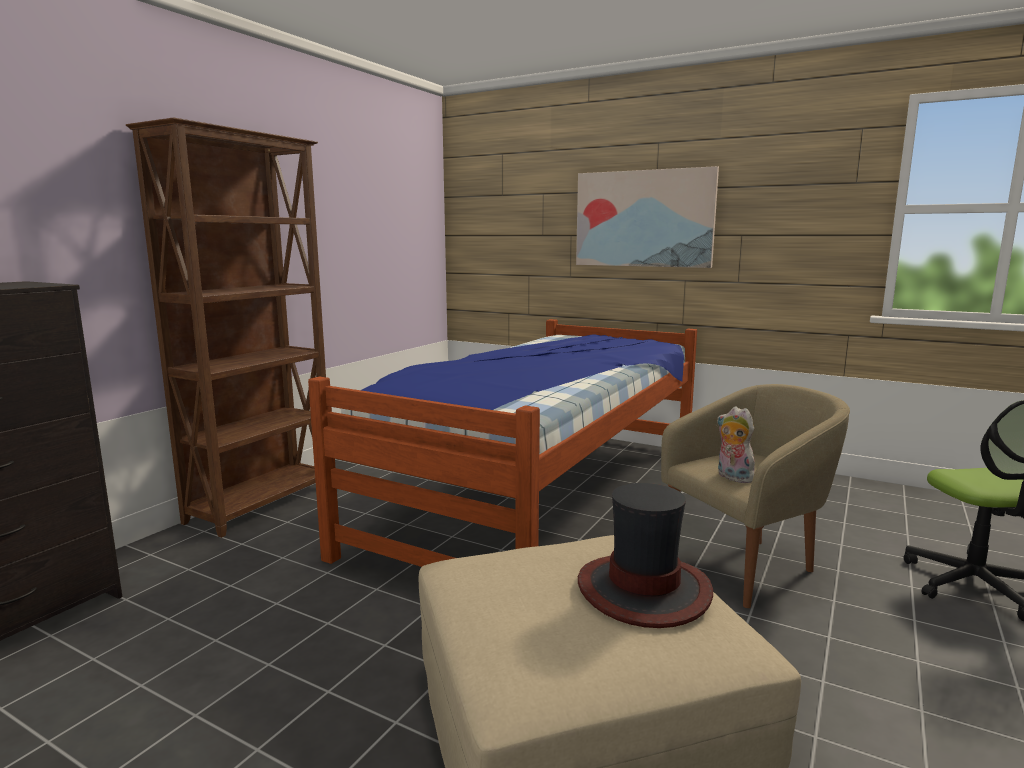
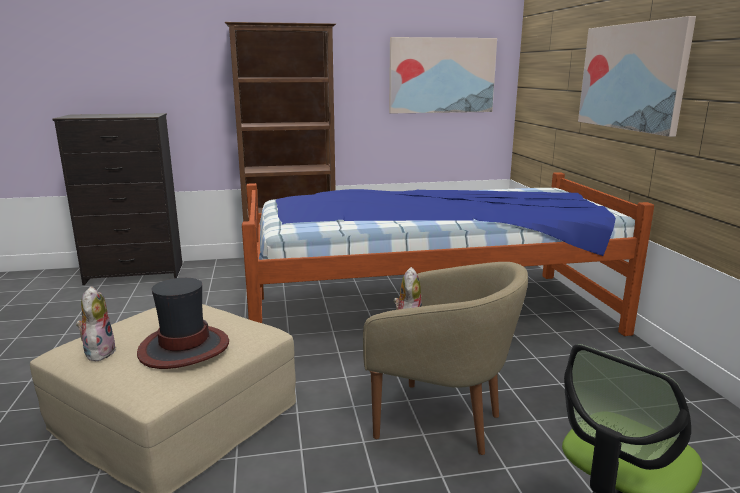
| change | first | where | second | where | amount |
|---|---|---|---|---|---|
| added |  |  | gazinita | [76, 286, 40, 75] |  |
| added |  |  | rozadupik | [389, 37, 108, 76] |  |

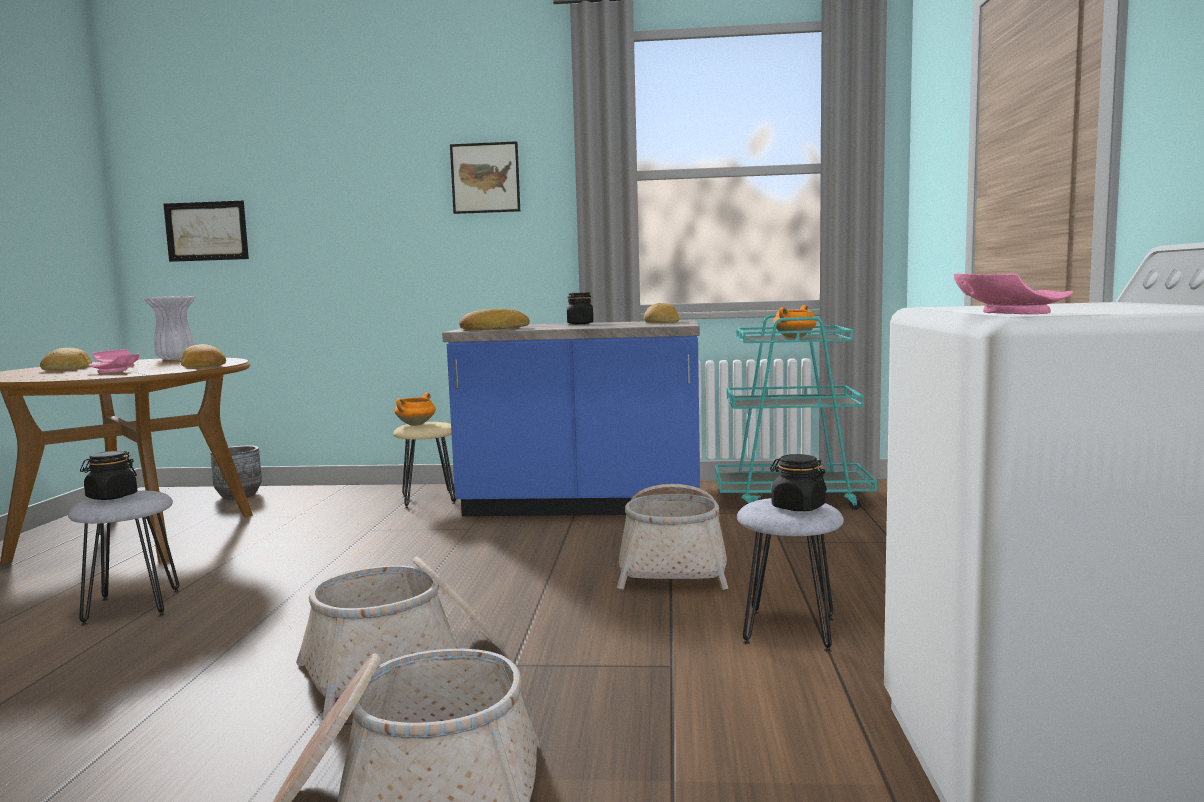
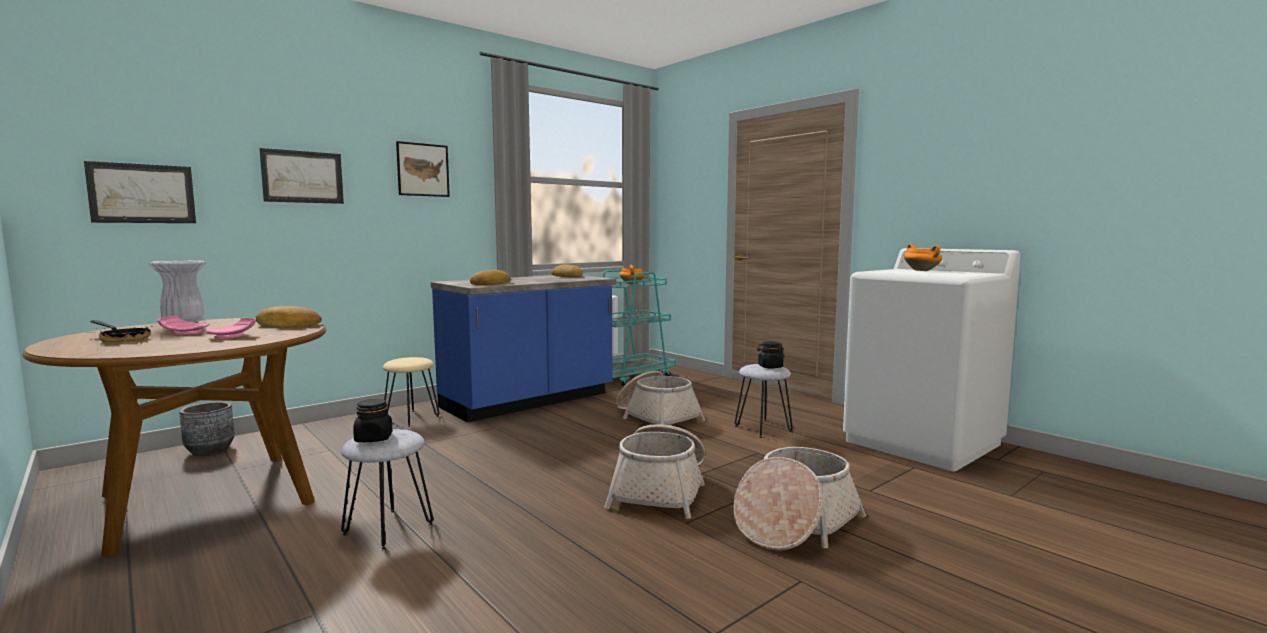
| change | first | where | second | where | amount |
|---|---|---|---|---|---|
| removed | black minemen | [567, 292, 26, 32] |  |  |  |
| removed | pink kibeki | [954, 274, 119, 40] |  |  |  |
| added |  |  | rozadupik | [259, 148, 85, 56] |  |
| moved | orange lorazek | [395, 393, 41, 33] |  | [904, 244, 38, 27] |  |
| replaced | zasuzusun | [40, 348, 52, 22] | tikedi | [90, 320, 62, 22] |  |

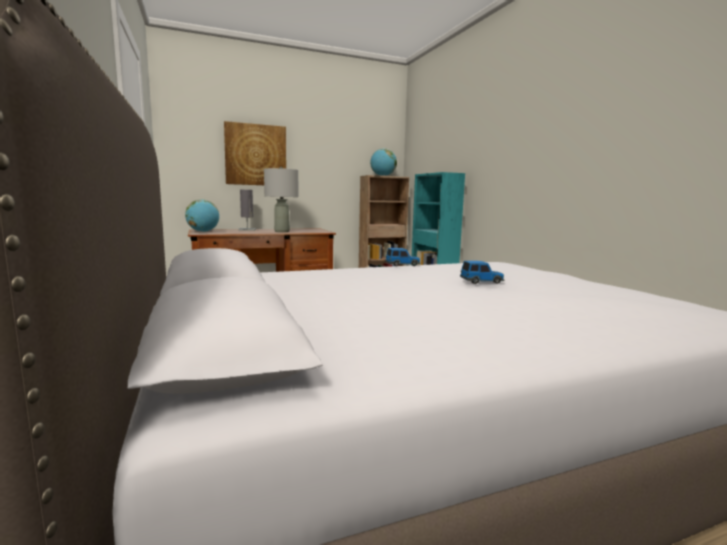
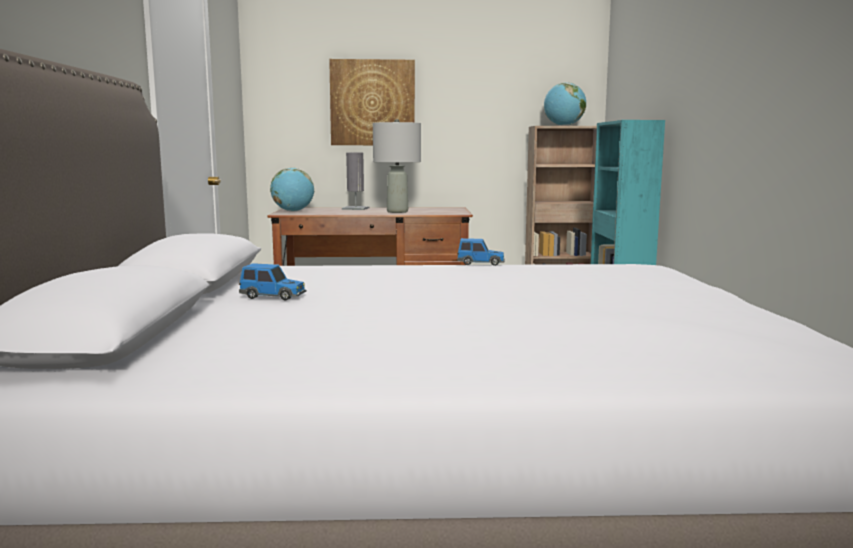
| change | first | where | second | where | amount |
|---|---|---|---|---|---|
| moved | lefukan | [460, 261, 45, 23] |  | [239, 263, 67, 38] |  |

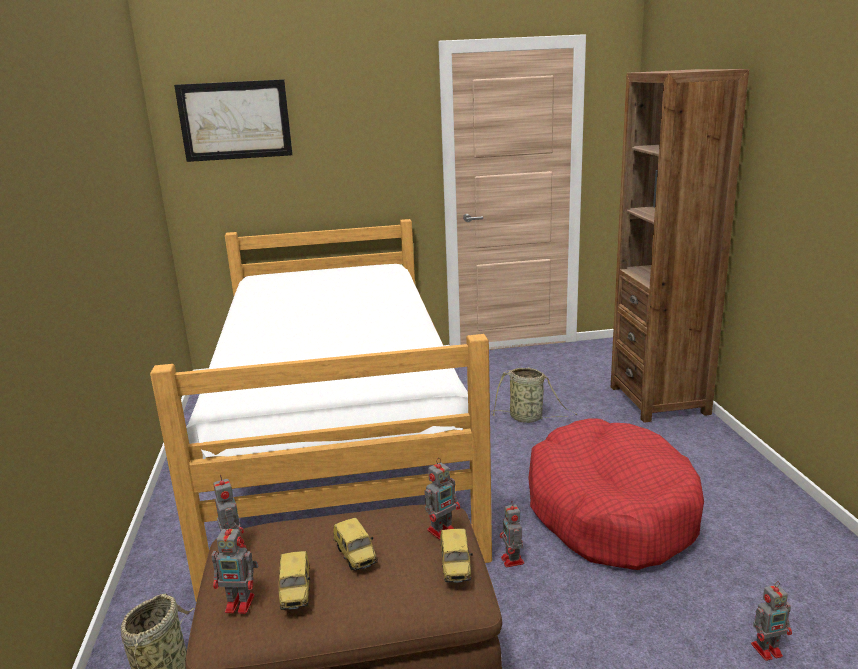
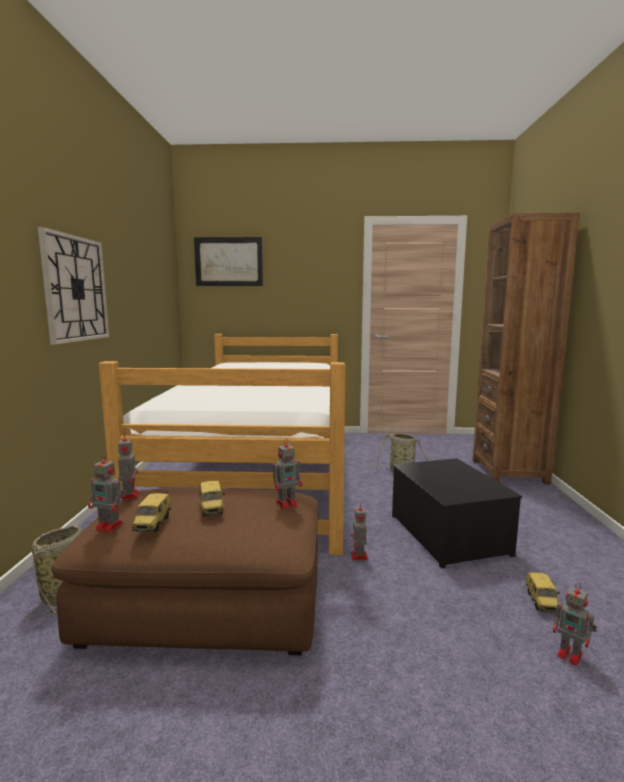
| change | first | where | second | where | amount |
|---|---|---|---|---|---|
| added |  |  | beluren | [38, 227, 71, 118] |  |
| moved | lefukan | [440, 529, 33, 54] |  | [525, 572, 35, 41] |  |
| replaced | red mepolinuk | [528, 419, 176, 151] | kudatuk | [392, 458, 130, 110] |  |
| turned | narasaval | [751, 581, 41, 80] |  | [553, 583, 44, 83] | 45 degrees clockwise |

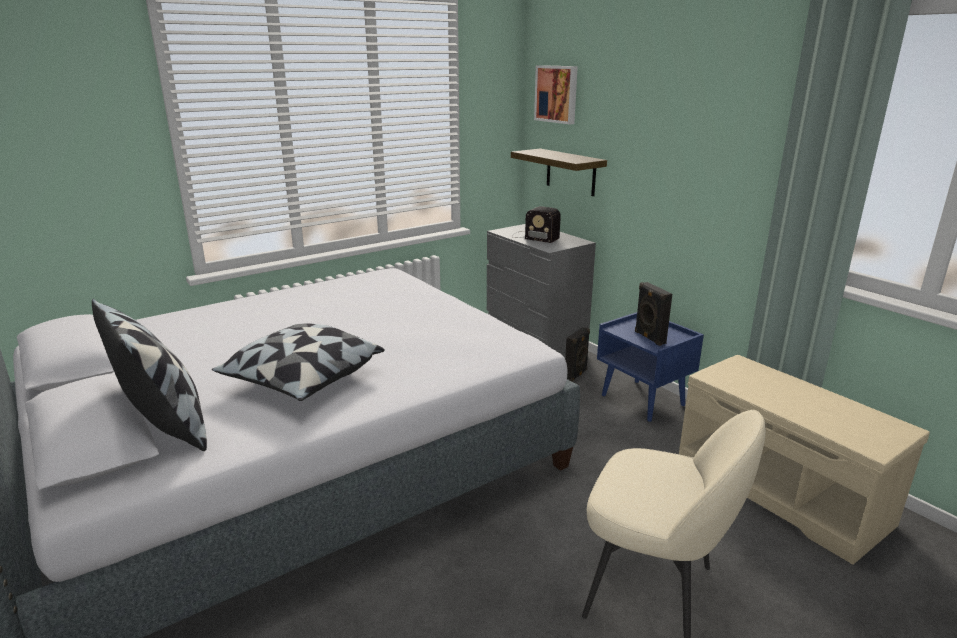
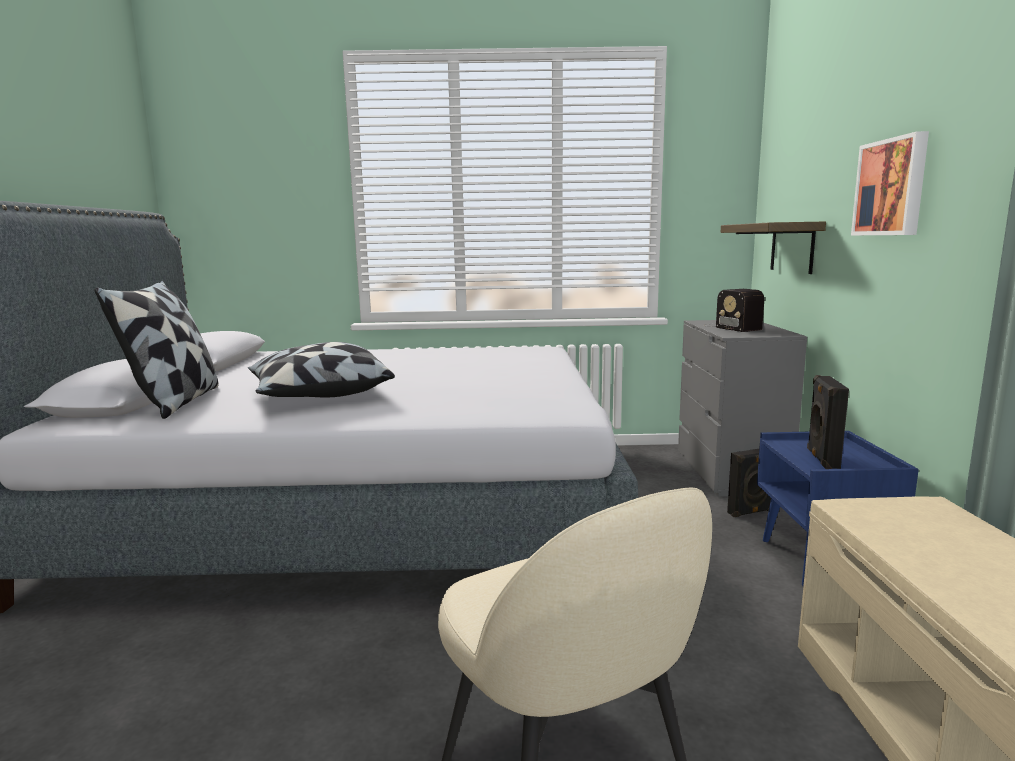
| change | first | where | second | where | amount |
|---|---|---|---|---|---|
| moved | rozadupik | [534, 65, 44, 59] |  | [851, 131, 78, 104] |  |

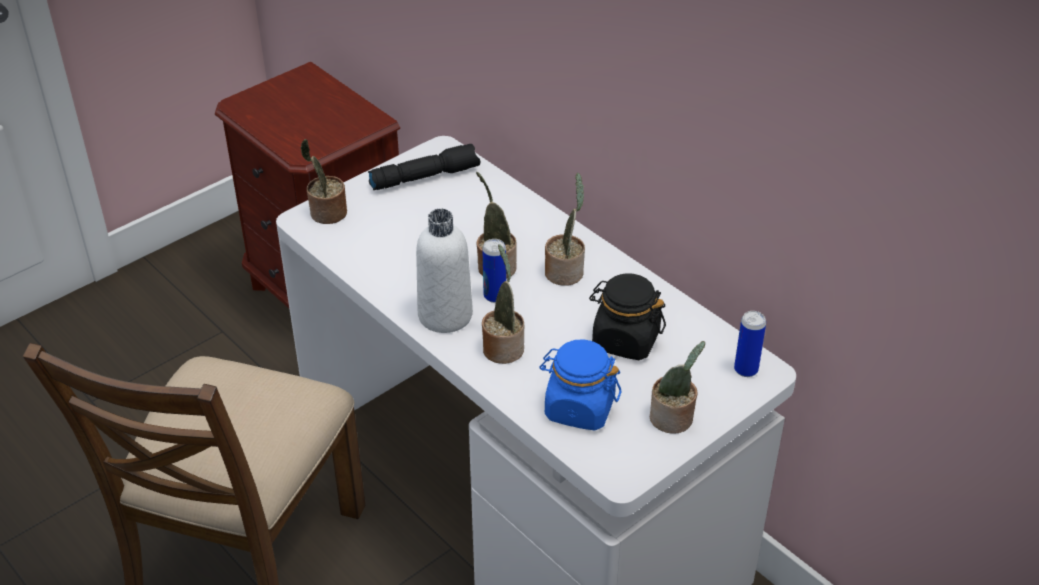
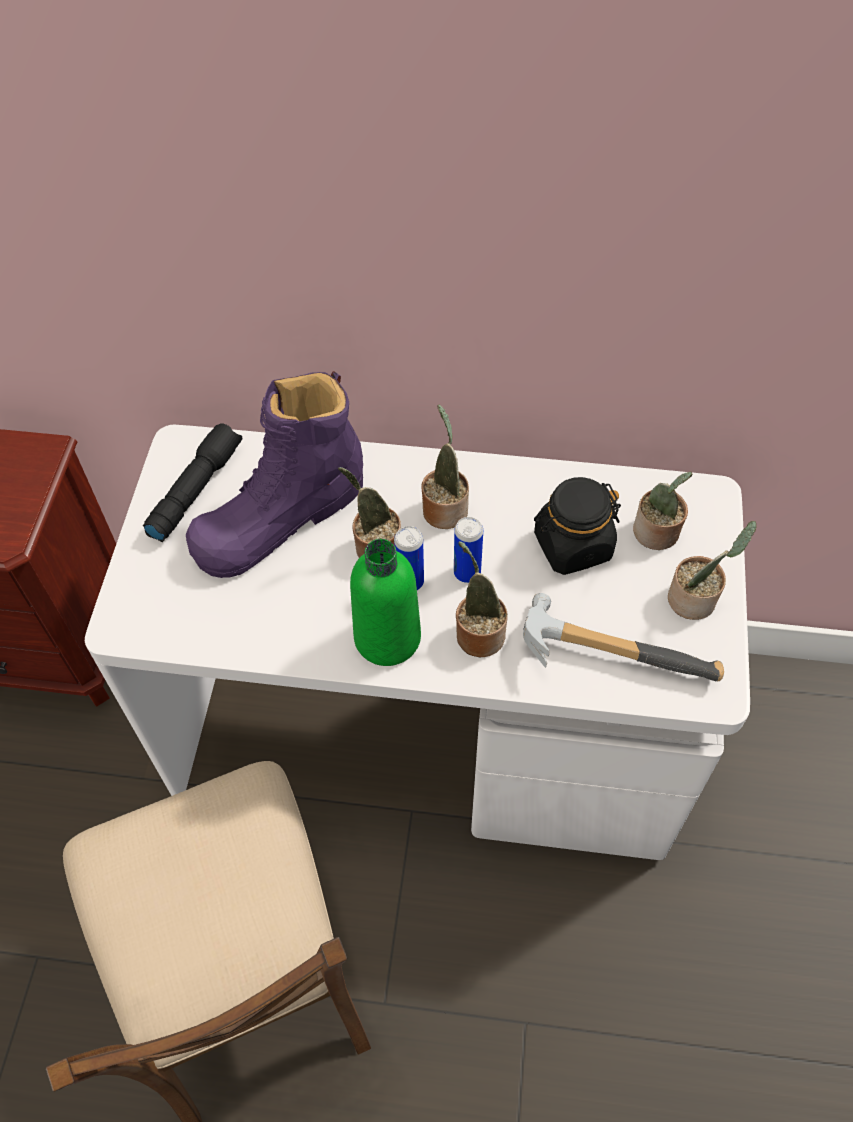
| change | first | where | second | where | amount |
|---|---|---|---|---|---|
| added |  |  | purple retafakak | [186, 371, 177, 207] |  |
| moved | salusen | [300, 139, 47, 85] |  | [633, 471, 59, 79] |  |
| moved | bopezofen | [734, 311, 32, 66] |  | [454, 517, 29, 66] |  |
| replaced | blue minemen | [539, 340, 82, 91] | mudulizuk | [523, 593, 201, 89] |  |
| recoloured | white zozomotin | [416, 209, 57, 124] | green zozomotin | [350, 539, 71, 127] |  |

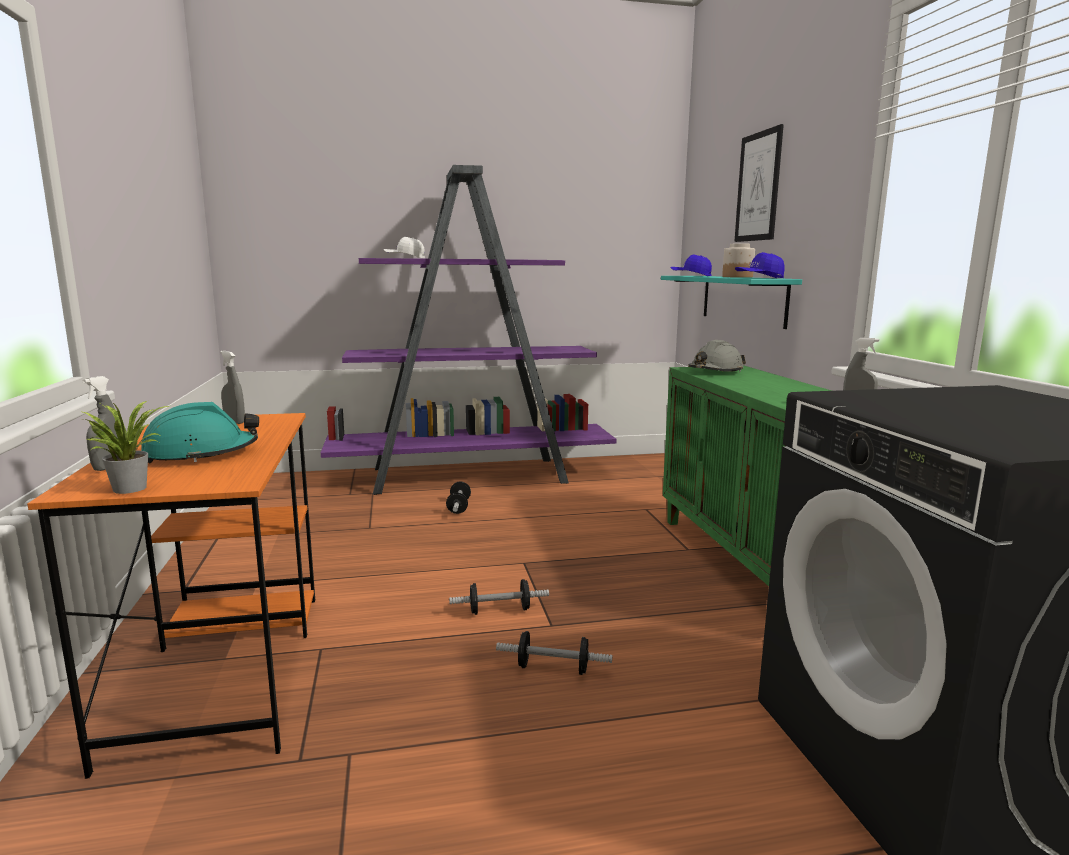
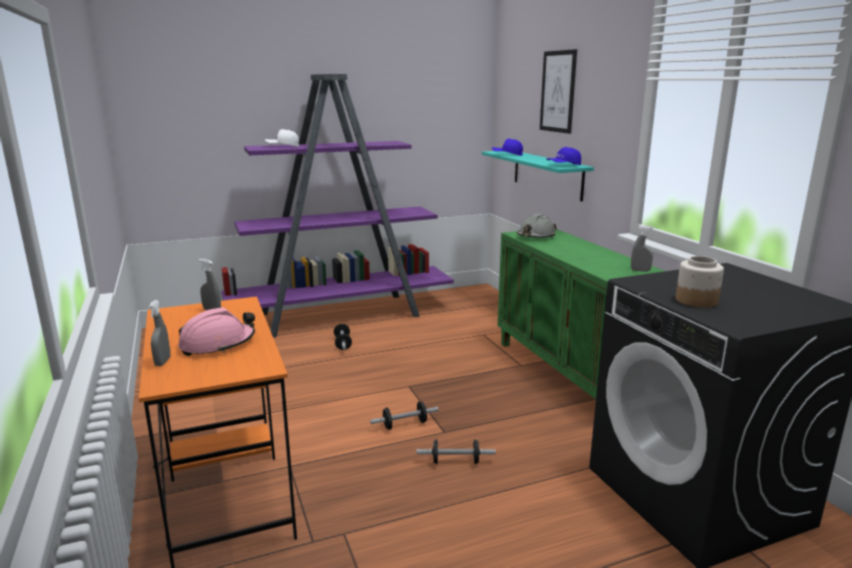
| change | first | where | second | where | amount |
|---|---|---|---|---|---|
| removed | salusen | [83, 401, 86, 93] |  |  |  |
| moved | minemen | [722, 243, 33, 35] |  | [676, 256, 48, 52] |  |
| recoloured | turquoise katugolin | [141, 402, 118, 61] | pink katugolin | [178, 307, 77, 49] |  |

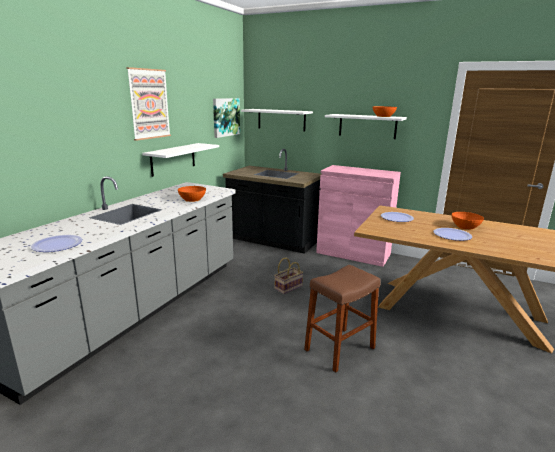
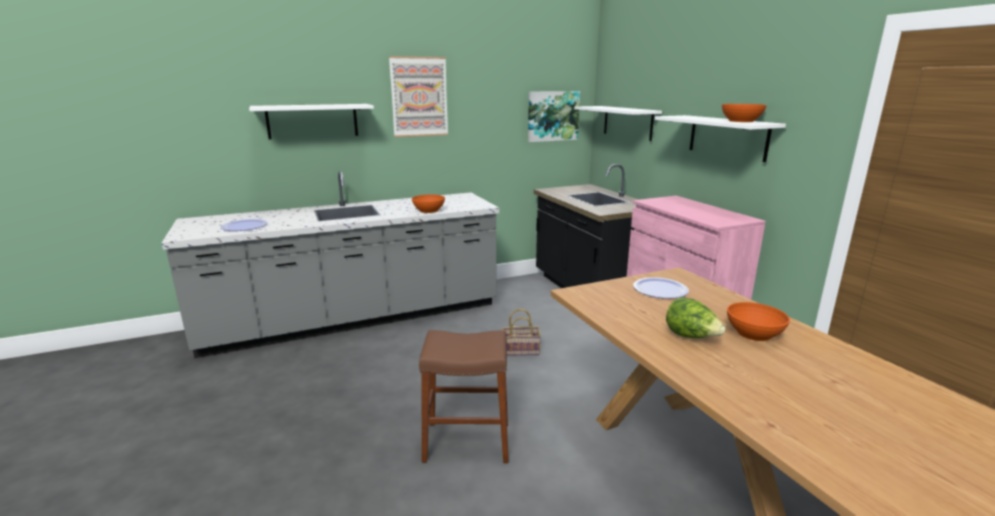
| change | first | where | second | where | amount |
|---|---|---|---|---|---|
| moved | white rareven | [142, 143, 77, 34] |  | [249, 104, 125, 35] |  |
| replaced | kibeki | [433, 228, 39, 13] | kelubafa | [666, 297, 60, 41] |  |

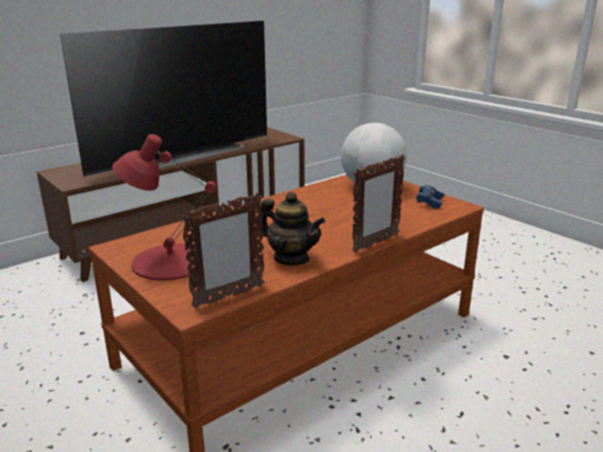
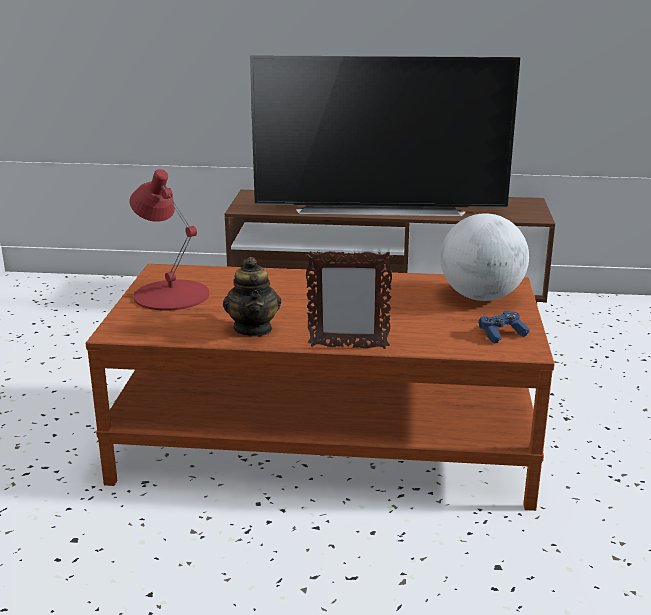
| change | first | where | second | where | amount |
|---|---|---|---|---|---|
| removed | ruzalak | [181, 192, 84, 117] |  |  |  |

